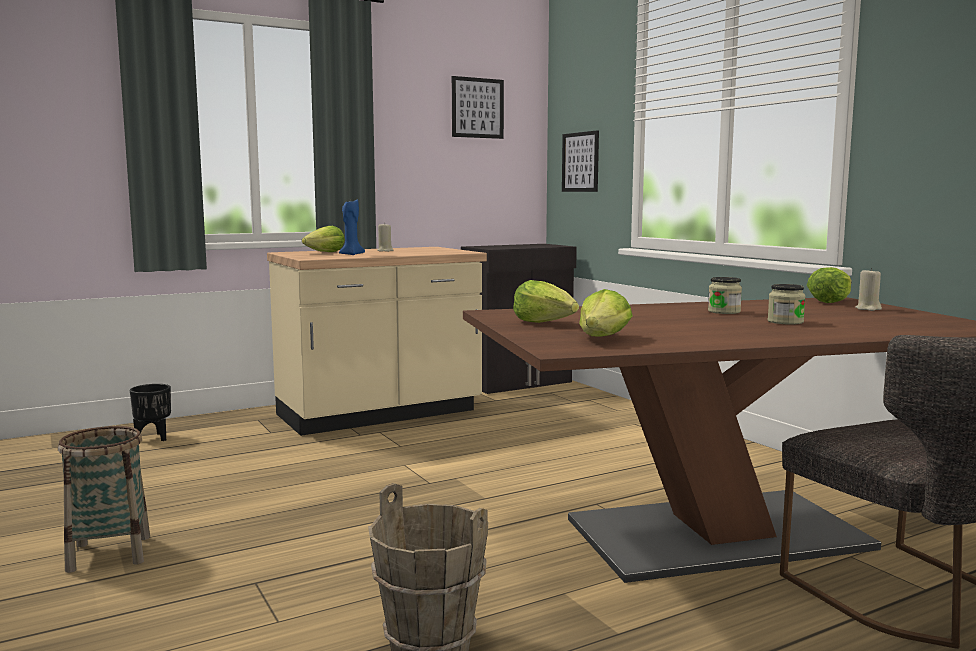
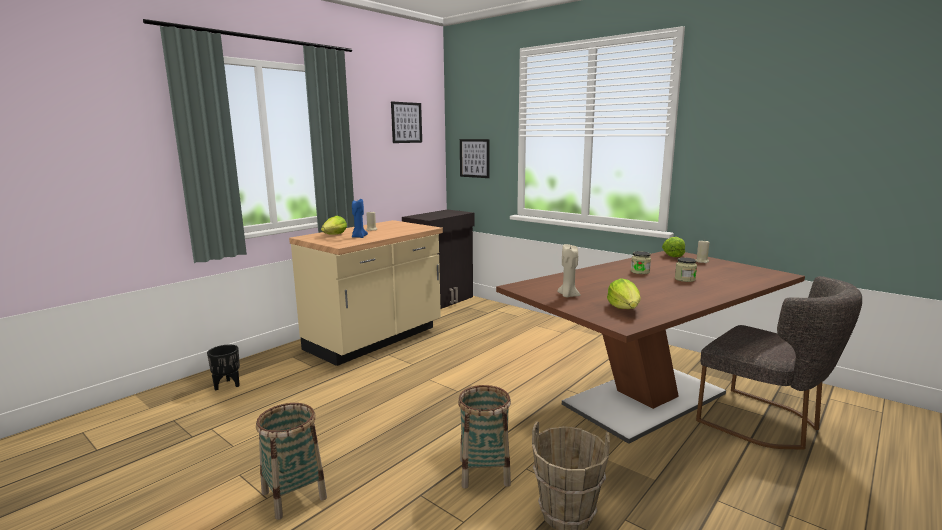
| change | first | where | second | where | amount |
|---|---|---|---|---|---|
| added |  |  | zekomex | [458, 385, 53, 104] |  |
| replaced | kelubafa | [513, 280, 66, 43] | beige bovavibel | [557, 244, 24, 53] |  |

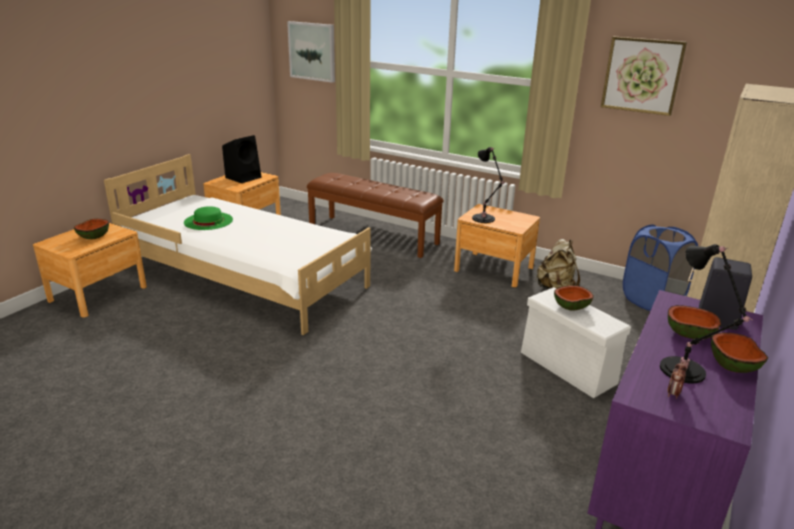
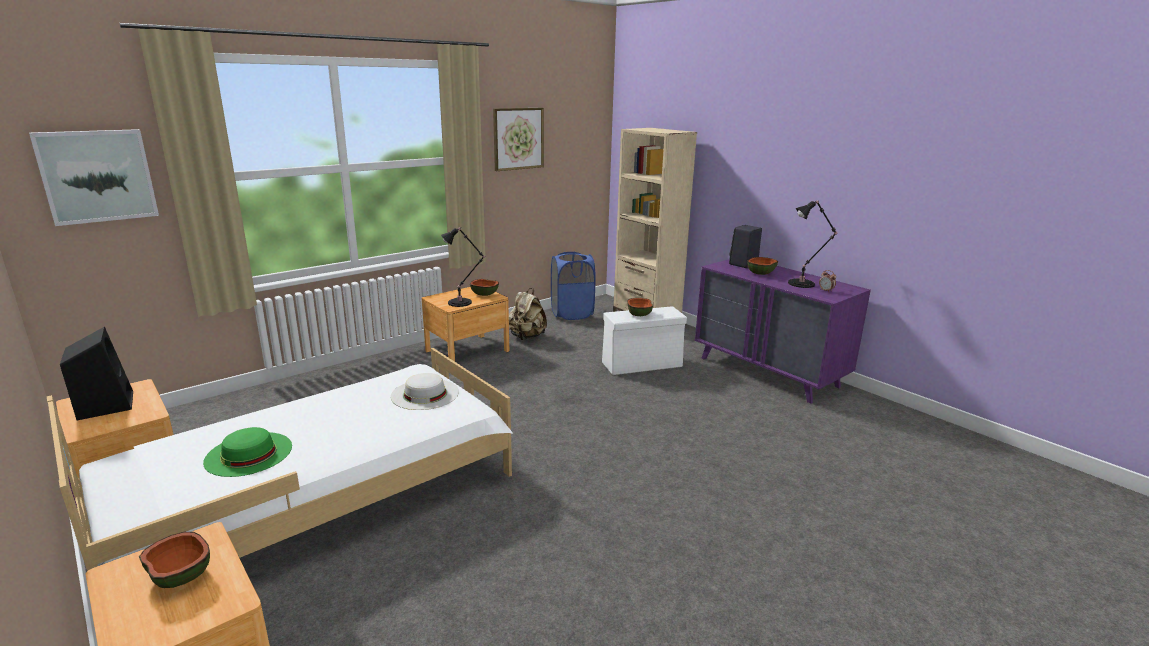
| change | first | where | second | where | amount |
|---|---|---|---|---|---|
| removed | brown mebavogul | [307, 173, 137, 85] |  |  |  |
| added |  |  | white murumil | [391, 373, 68, 37] |  |
| moved | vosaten | [711, 333, 57, 40] |  | [470, 279, 29, 17] |  |

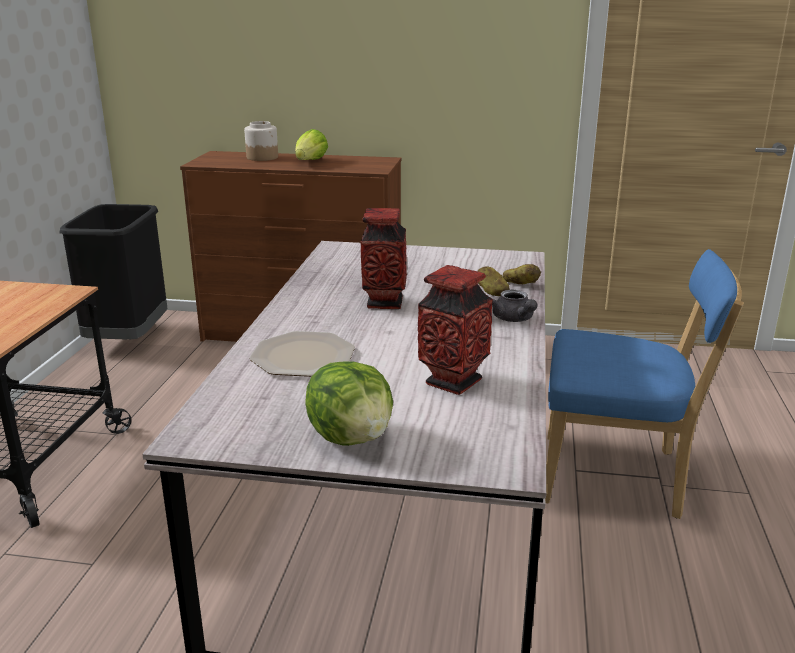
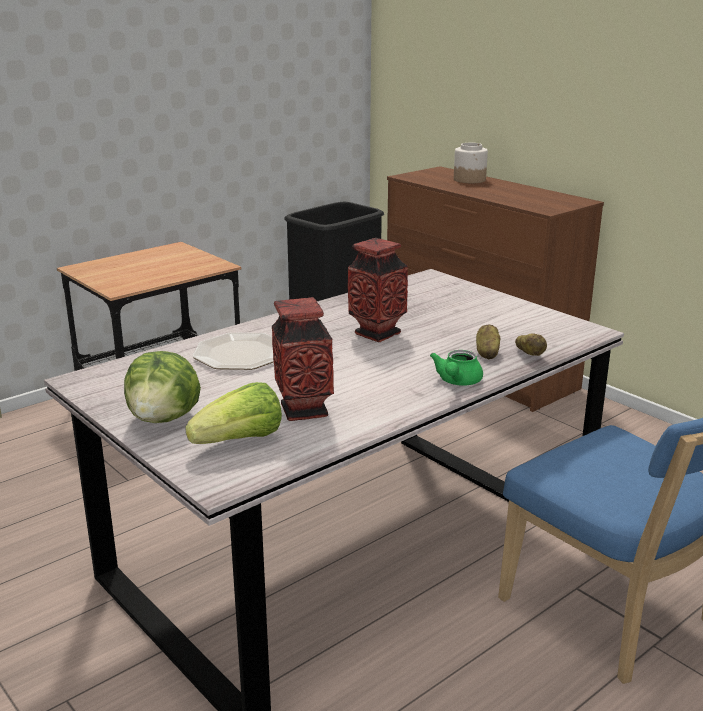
| change | first | where | second | where | amount |
|---|---|---|---|---|---|
| moved | kelubafa | [295, 129, 33, 31] |  | [185, 382, 97, 62] |  |
| recoloured | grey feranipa | [492, 290, 45, 32] | green feranipa | [430, 350, 53, 36] |  |

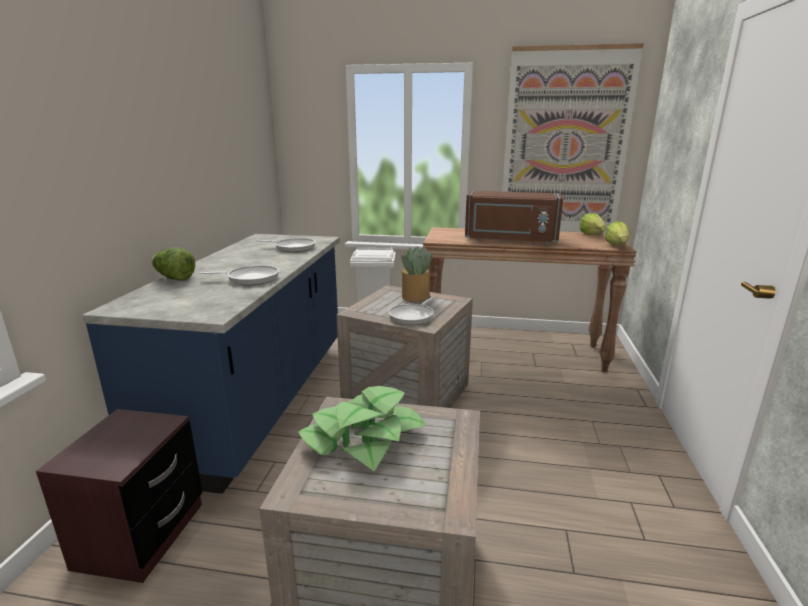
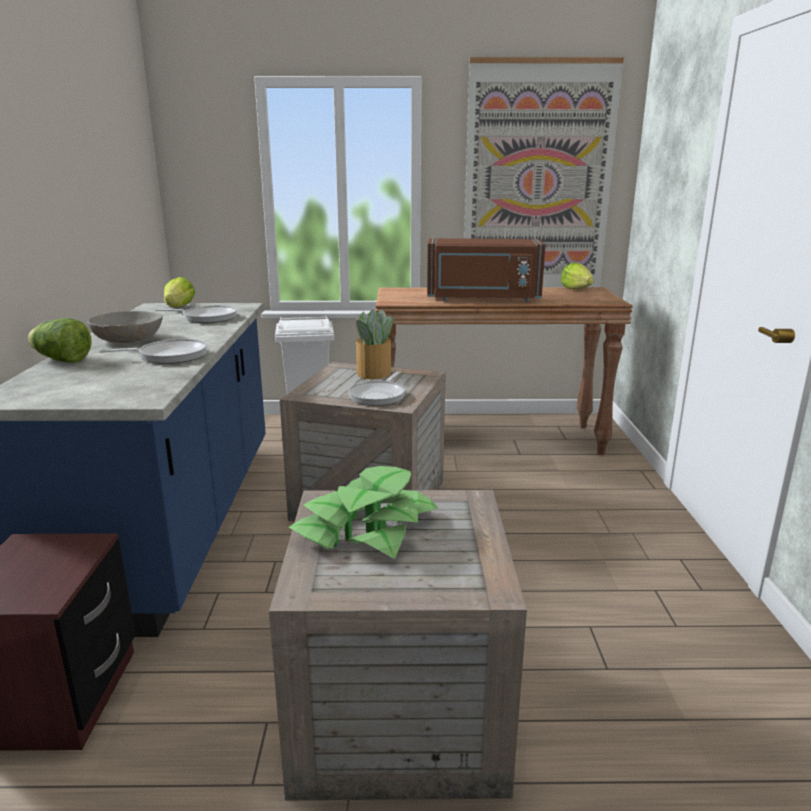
| change | first | where | second | where | amount |
|---|---|---|---|---|---|
| added |  |  | grey vosaten | [88, 311, 75, 32] |  |
| moved | kelubafa | [605, 221, 25, 24] |  | [164, 277, 31, 30] |  |

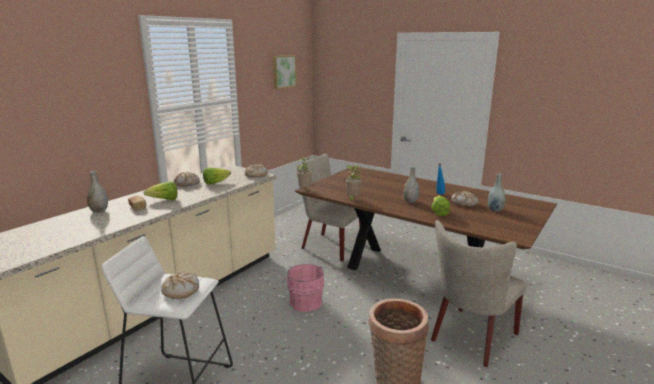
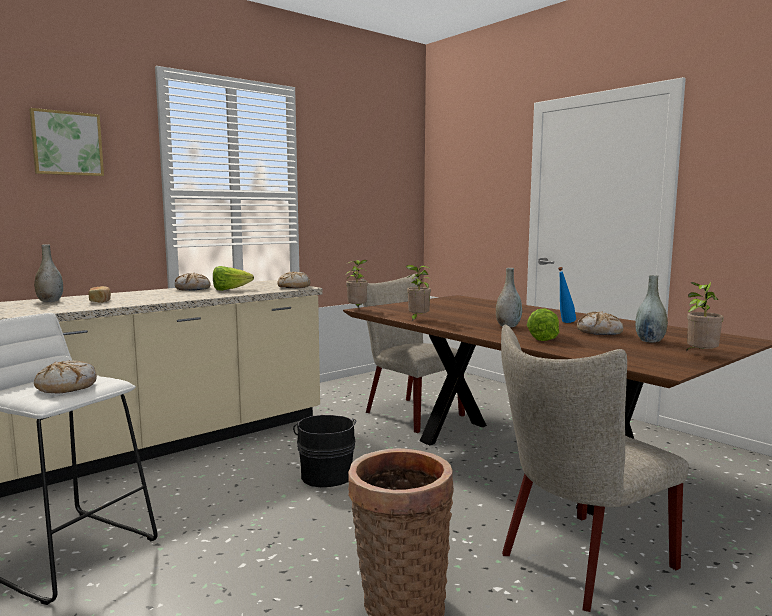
| change | first | where | second | where | amount |
|---|---|---|---|---|---|
| removed | kelubafa | [144, 181, 33, 19] |  |  |  |
| added |  |  | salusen | [686, 282, 38, 70] |  |
| moved | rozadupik | [273, 55, 24, 34] |  | [29, 108, 75, 68] |  |
| recoloured | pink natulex | [284, 264, 40, 48] | black natulex | [293, 415, 63, 72] |  |

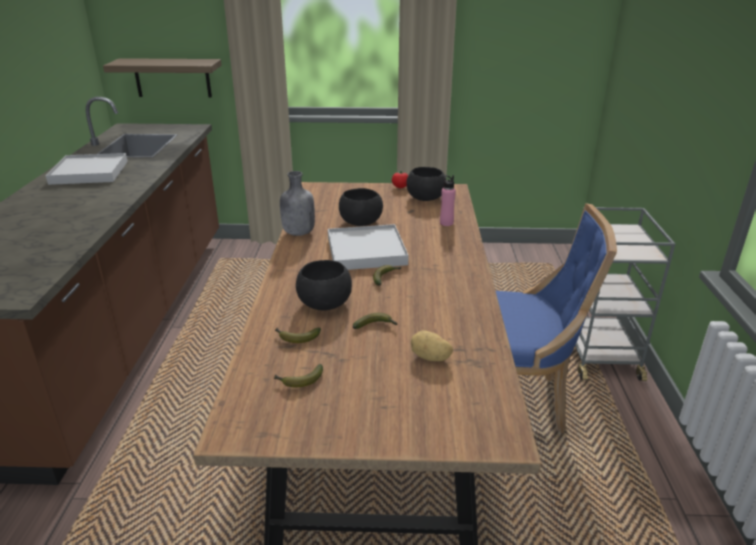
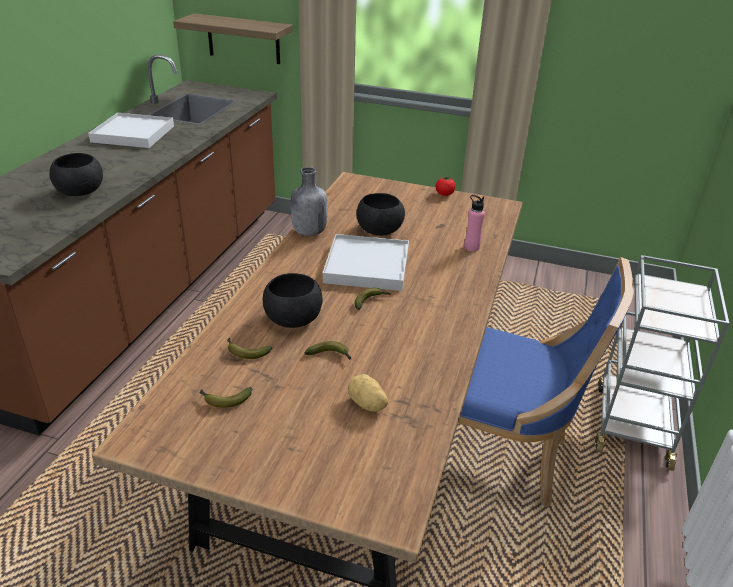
| change | first | where | second | where | amount |
|---|---|---|---|---|---|
| moved | black vosaten | [406, 167, 41, 34] |  | [49, 153, 54, 43] |  |

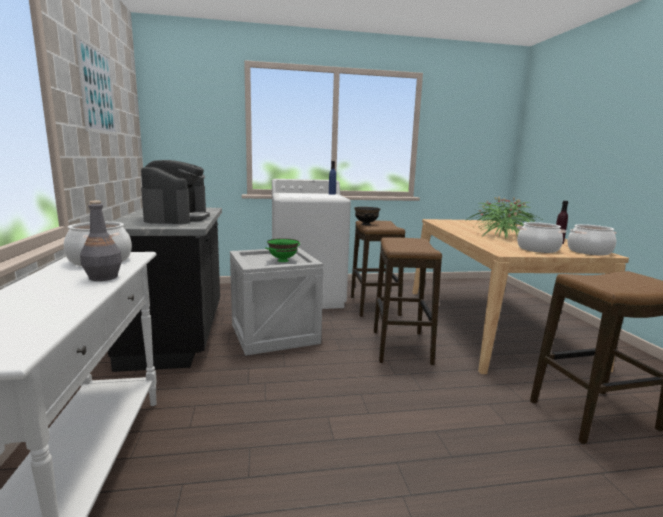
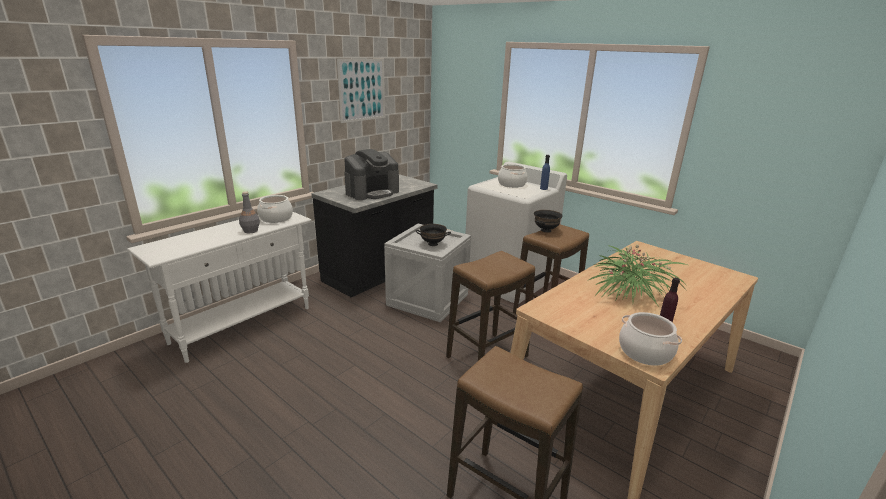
| change | first | where | second | where | amount |
|---|---|---|---|---|---|
| moved | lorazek | [517, 222, 49, 31] |  | [498, 164, 30, 24] |  |
| recoloured | green vosaten | [265, 238, 35, 24] | black vosaten | [415, 224, 36, 22] |  |

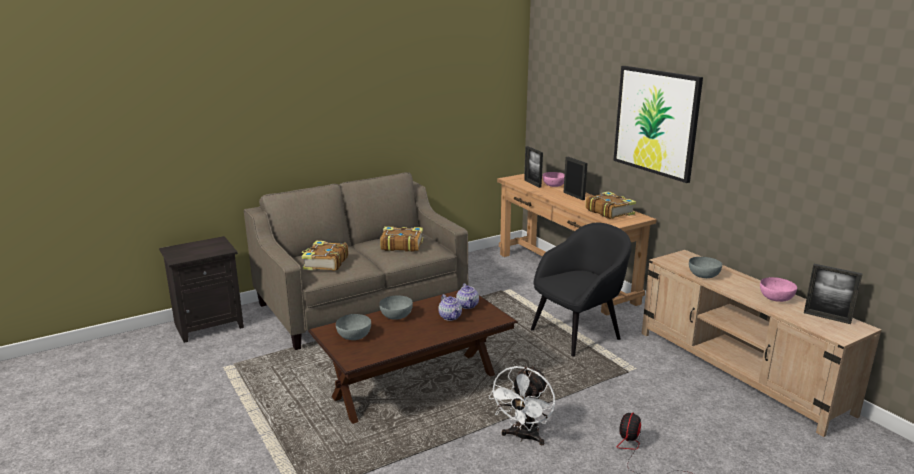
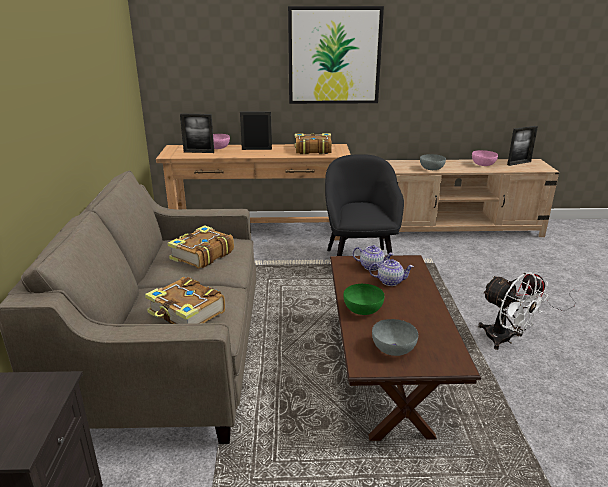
| change | first | where | second | where | amount |
|---|---|---|---|---|---|
| recoloured | grey vosaten | [379, 295, 34, 25] | green vosaten | [343, 284, 41, 31] |  |

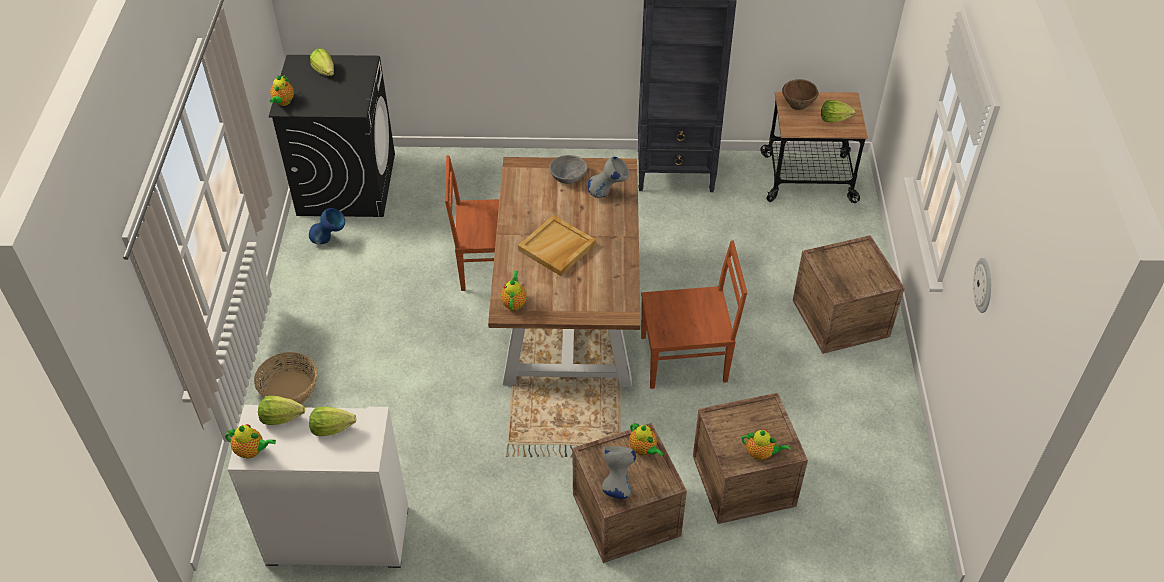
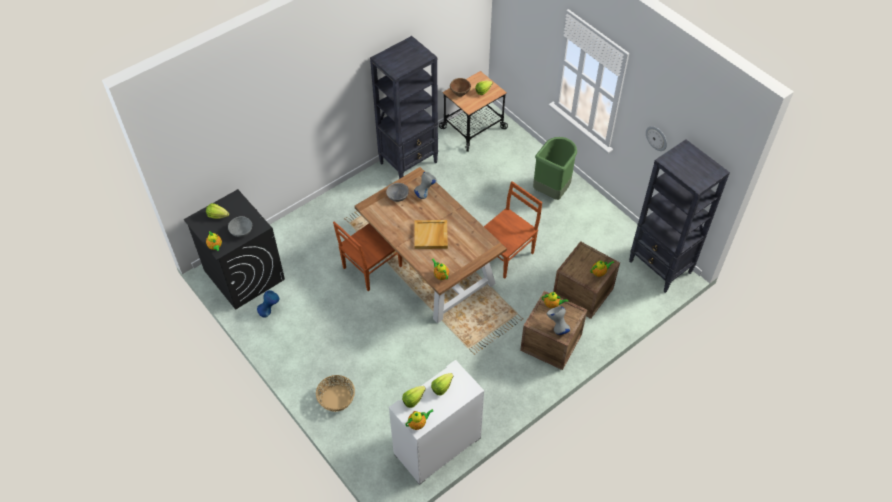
| change | first | where | second | where | amount |
|---|---|---|---|---|---|
| added |  |  | grey vosaten | [228, 216, 24, 21] |  |
| added |  |  | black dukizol | [629, 139, 101, 154] |  |
| replaced | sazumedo | [793, 235, 112, 119] | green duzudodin | [533, 137, 44, 63] |  |

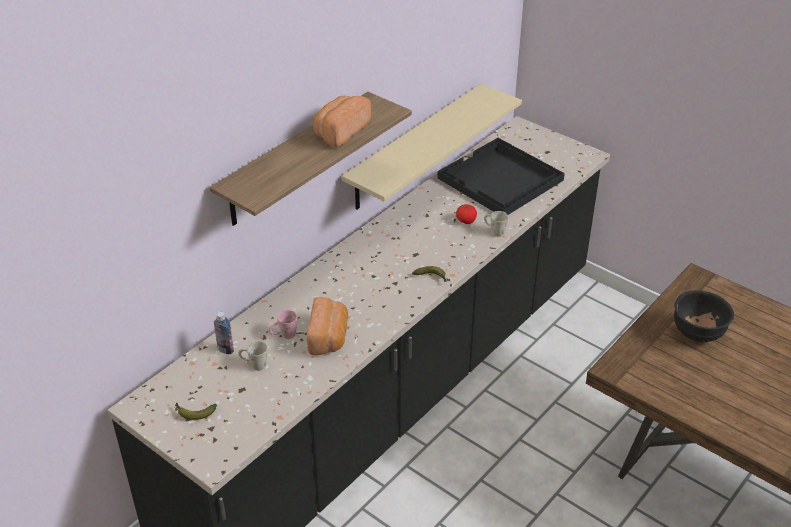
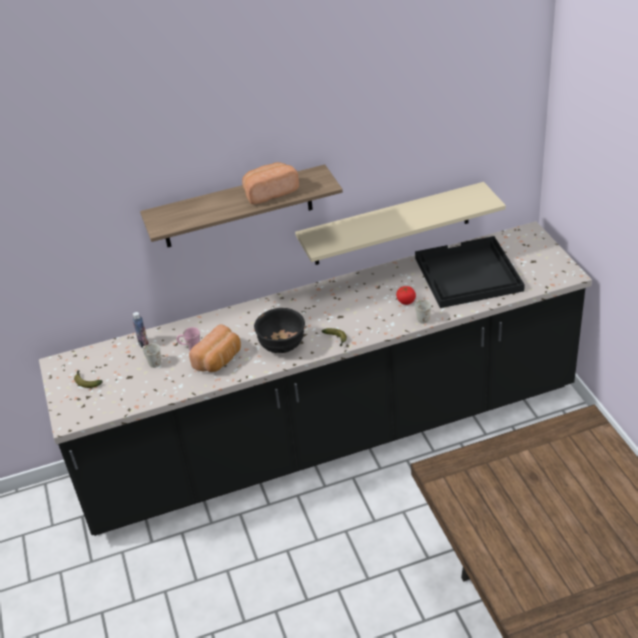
| change | first | where | second | where | amount |
|---|---|---|---|---|---|
| moved | black vosaten | [674, 290, 60, 53] |  | [254, 308, 51, 45] |  |

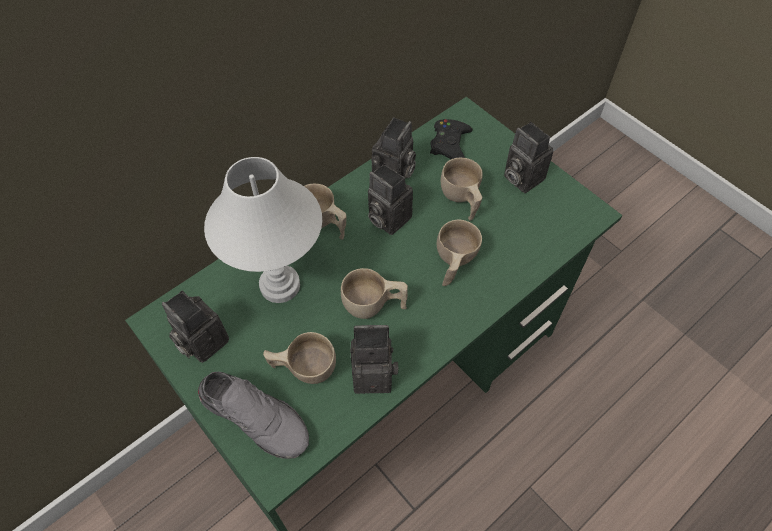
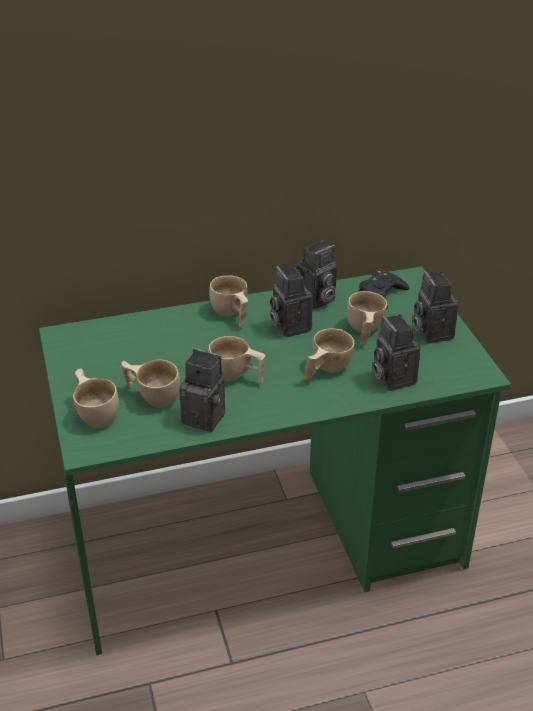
| change | first | where | second | where | amount |
|---|---|---|---|---|---|
| removed | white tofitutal | [204, 157, 118, 146] |  |  |  |
| moved | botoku | [162, 290, 67, 73] |  | [373, 315, 47, 76] |  |
| replaced | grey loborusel | [198, 371, 111, 88] | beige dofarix | [73, 369, 46, 59] |  |

